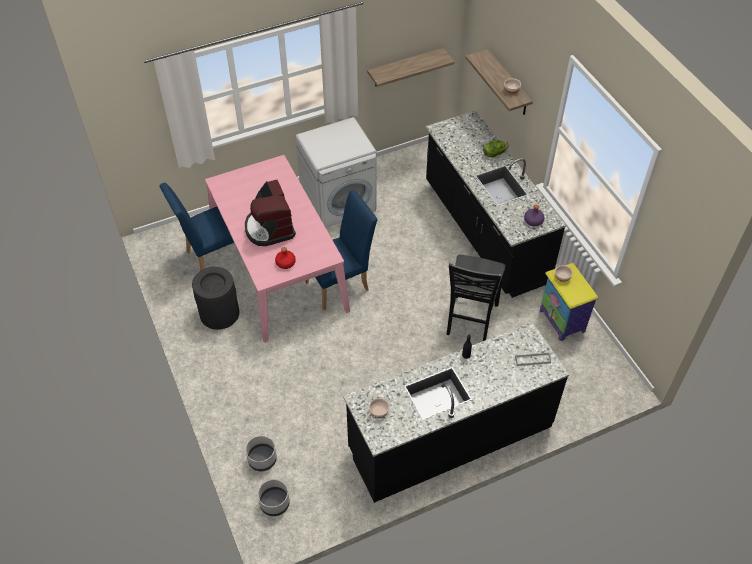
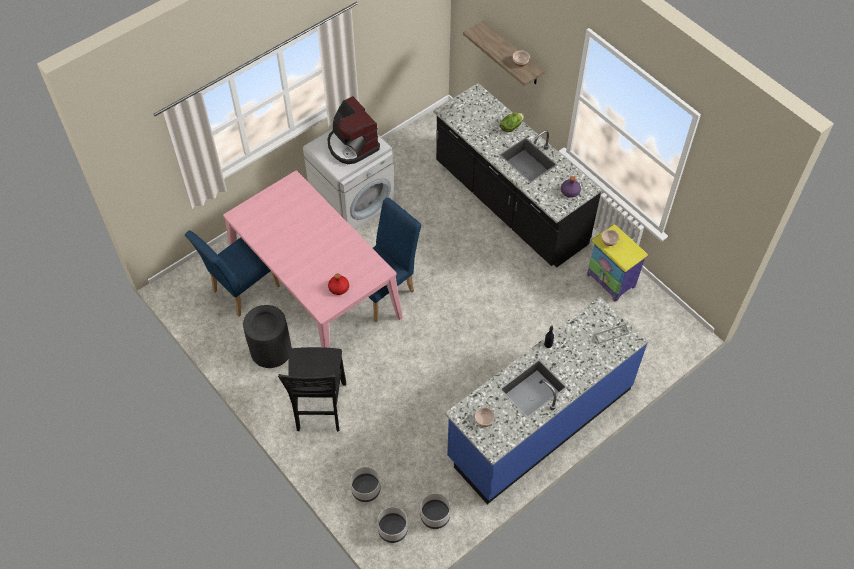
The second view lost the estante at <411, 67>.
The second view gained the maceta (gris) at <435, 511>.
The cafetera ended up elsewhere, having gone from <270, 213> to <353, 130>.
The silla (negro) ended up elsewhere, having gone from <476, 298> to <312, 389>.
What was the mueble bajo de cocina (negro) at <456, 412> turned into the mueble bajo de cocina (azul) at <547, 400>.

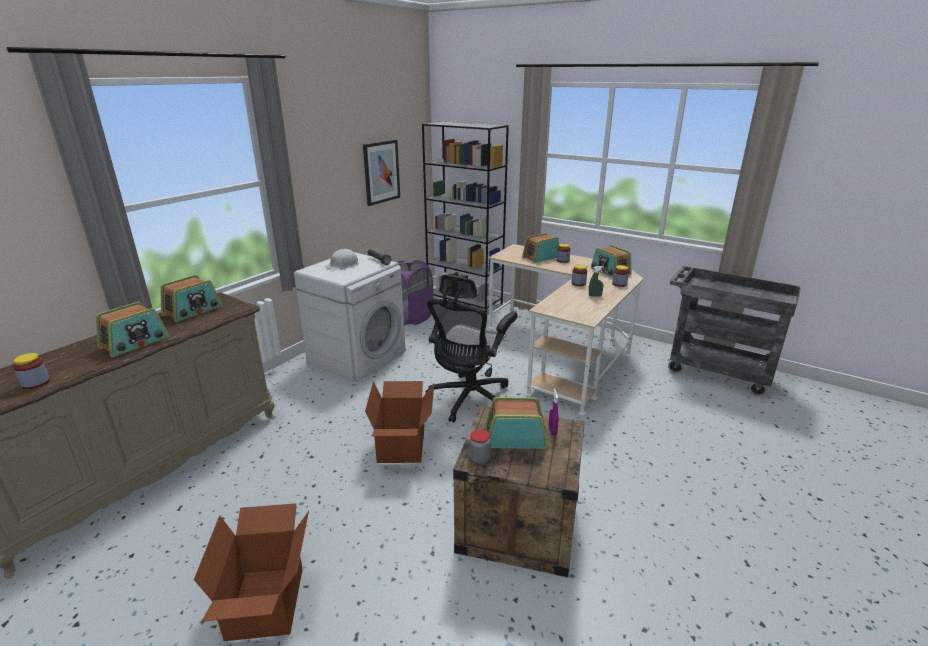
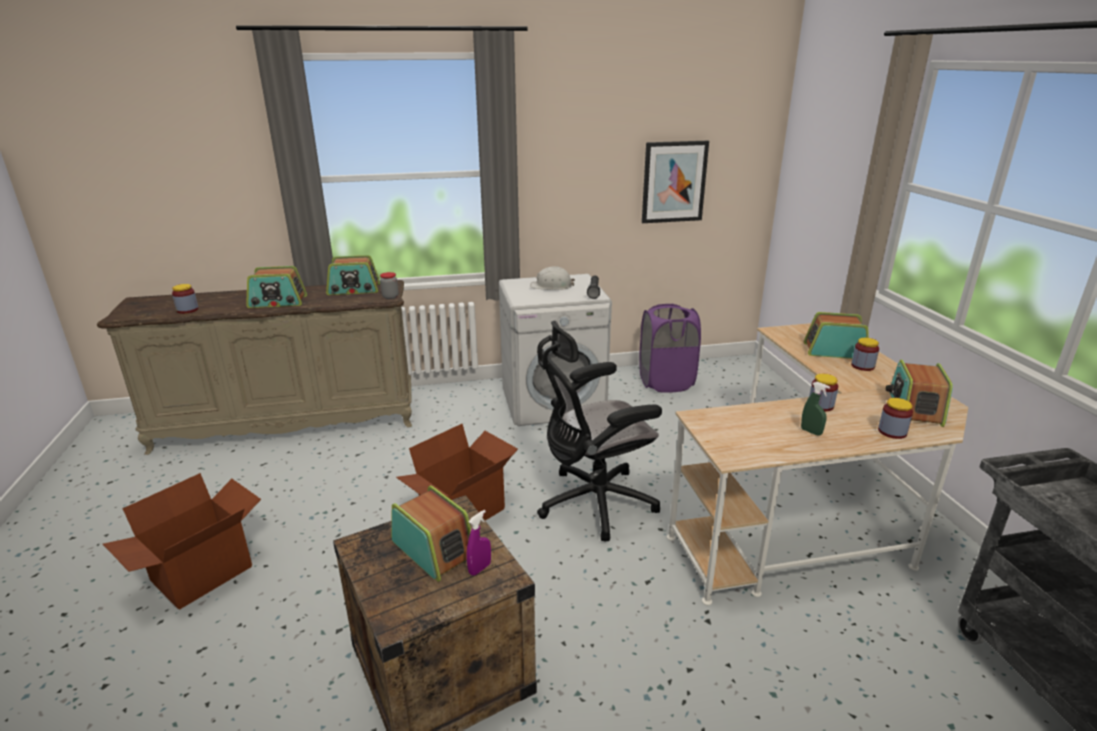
The second view lost the estantería (gris) at <465, 217>.
The tarro ended up elsewhere, having gone from <480, 447> to <389, 285>.

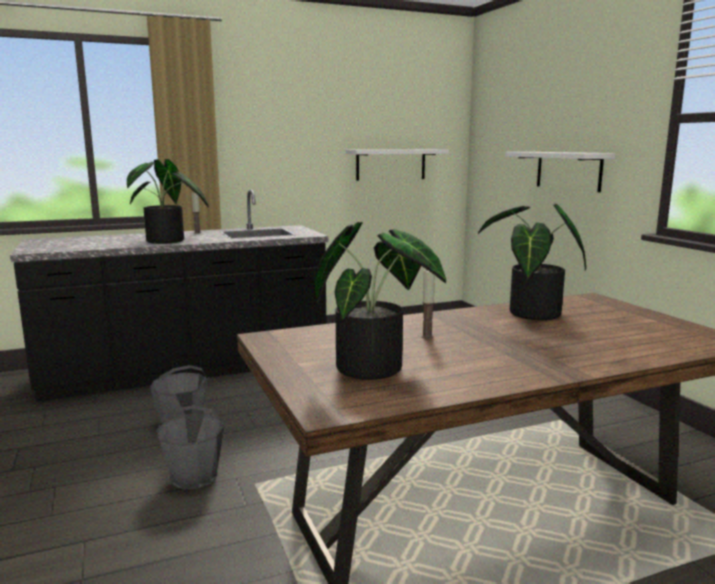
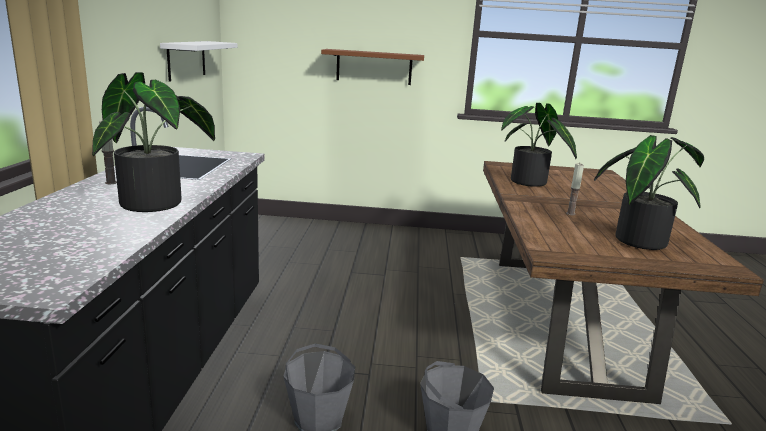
What was the estante (blanco) at <560, 172> turned into the estante (marrón) at <372, 67>.

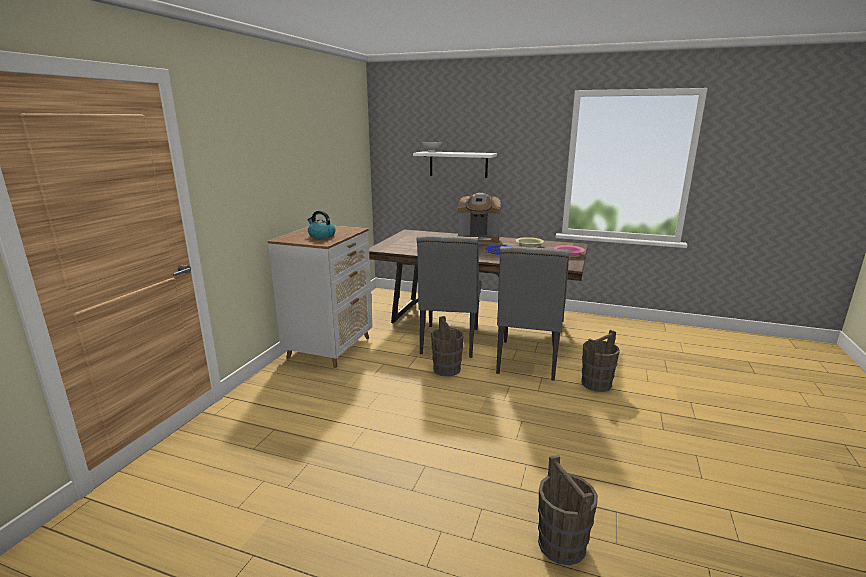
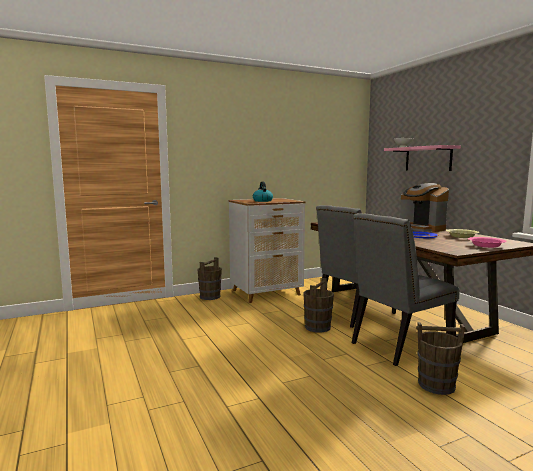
The cubo (marrón) ended up elsewhere, having gone from <568, 510> to <209, 278>.
What was the estante (blanco) at <455, 164> turned into the estante (rosa) at <422, 158>.

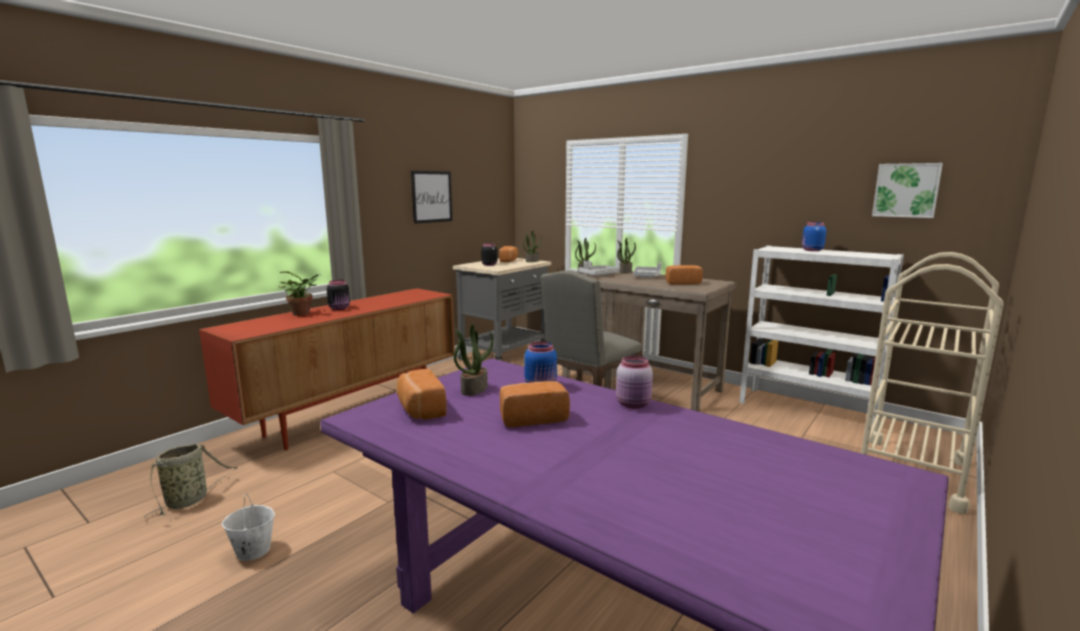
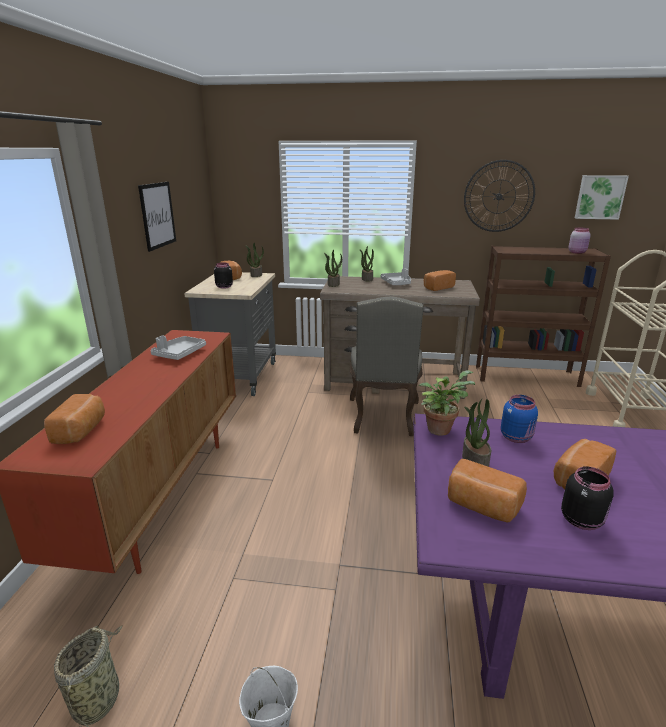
The second view lost the tarro (azul) at <814, 236>.
The second view gained the pan at <74, 419>.
The second view gained the reloj de pared at <499, 196>.
The planta en maceta ended up elsewhere, having gone from <300, 293> to <447, 403>.
The tarro (negro) ended up elsewhere, having gone from <338, 295> to <587, 498>.
The bandeja (gris) ended up elsewhere, having gone from <599, 268> to <178, 347>.
The tarro (rosa) ended up elsewhere, having gone from <634, 382> to <579, 241>.
What was the estantería (blanco) at <821, 335> turned into the estantería (marrón) at <543, 316>.

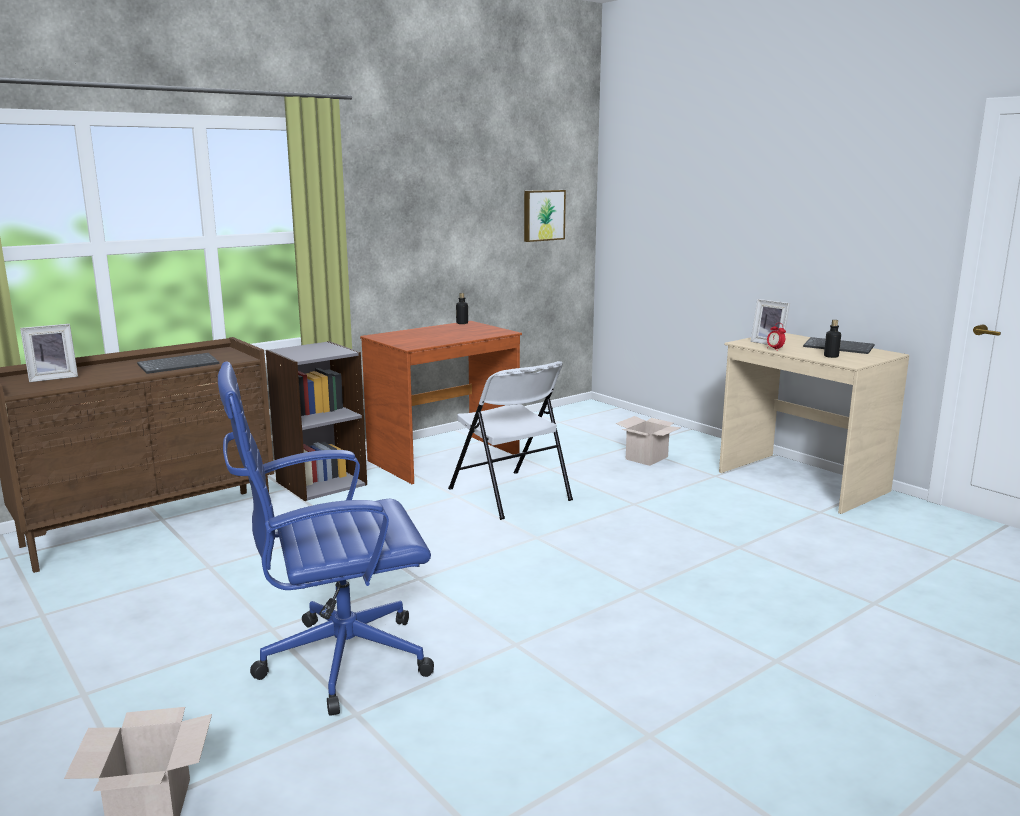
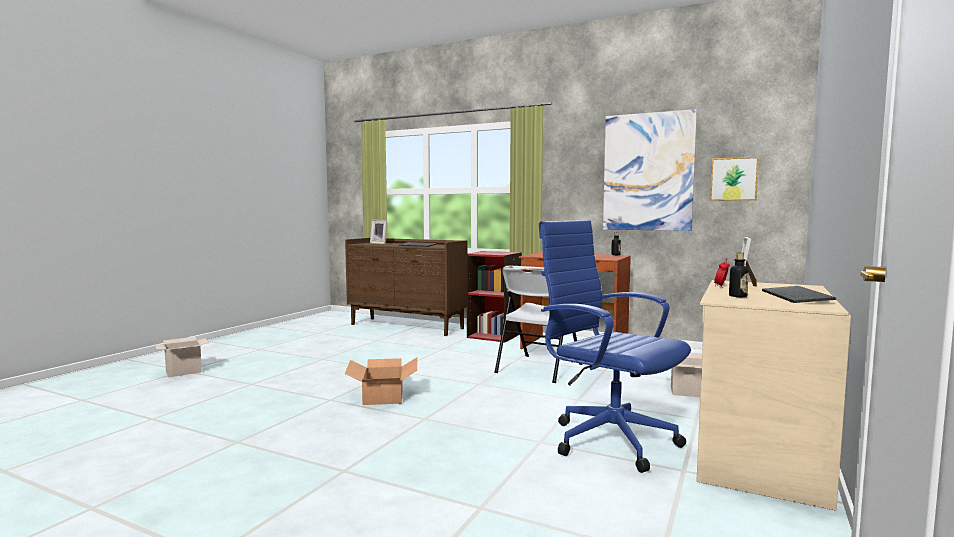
The second view gained the caja de cartón at <381, 381>.
The second view gained the cuadro at <650, 170>.
The silla de oficina (azul) ended up elsewhere, having gone from <326, 538> to <615, 346>.
What was the estantería (gris) at <316, 421> turned into the estantería (rojo) at <494, 297>.

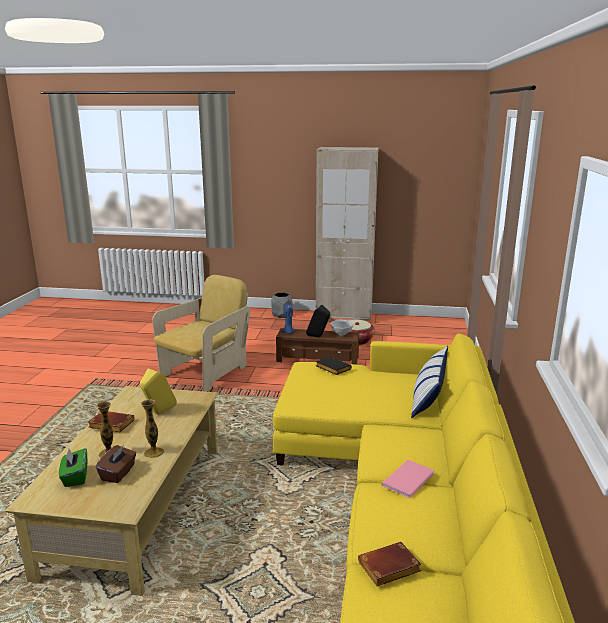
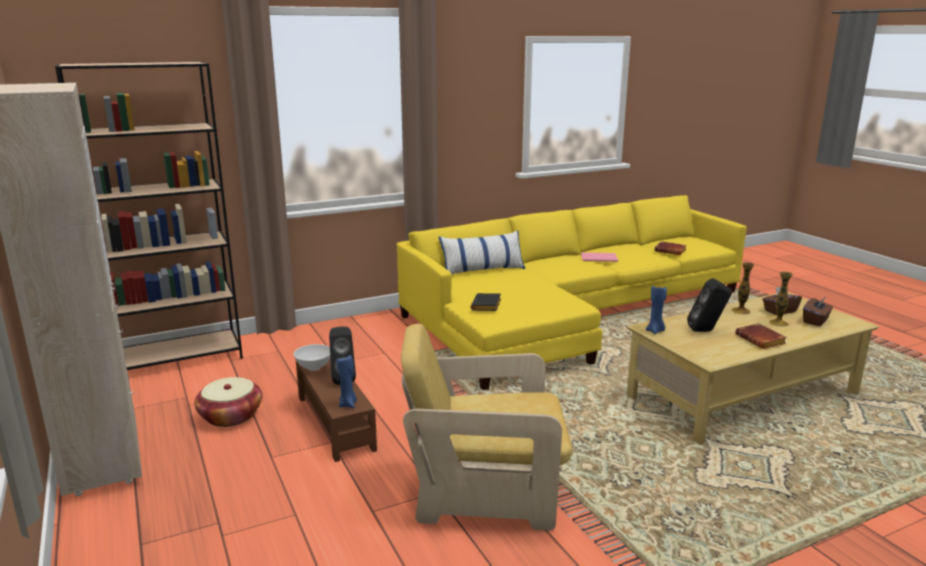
The second view lost the maceta (gris) at <282, 305>.
The second view gained the estantería (beis) at <149, 216>.
The second view gained the vela (azul) at <656, 309>.
What was the caja de pañuelos (verde) at <73, 467> turned into the caja de pañuelos (marrón) at <818, 311>.
What was the altavoz (amarillo) at <158, 391> turned into the altavoz (negro) at <709, 305>.

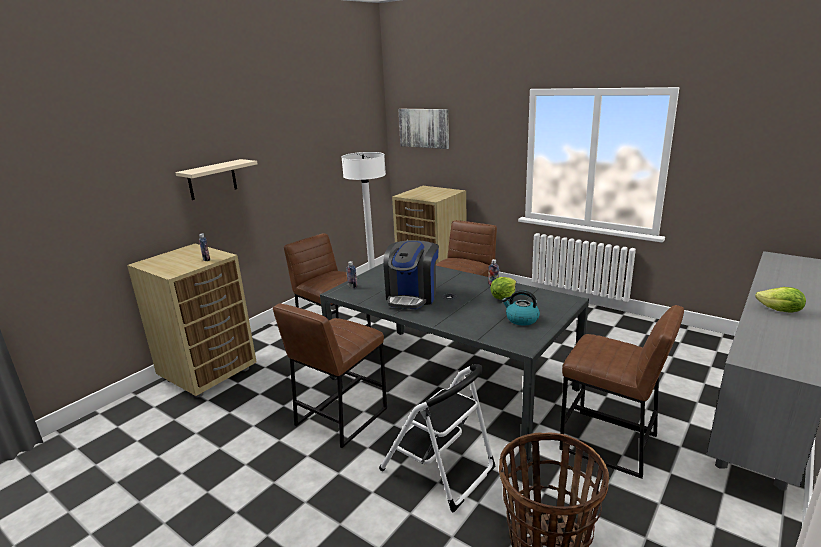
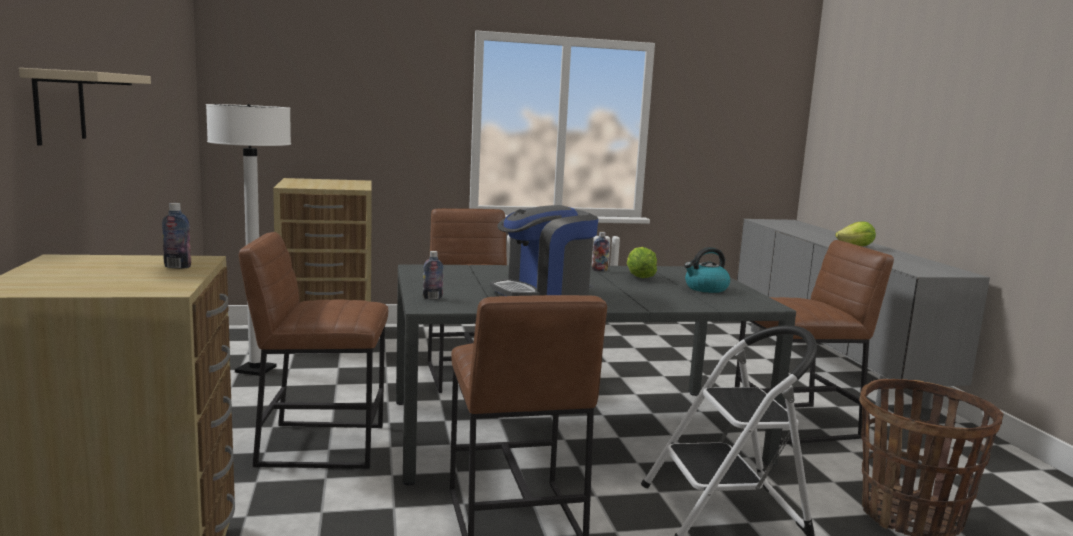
The second view lost the cuadro at <423, 129>.
The cafetera at <411, 274> ended up facing another way, 90 degrees clockwise from before.

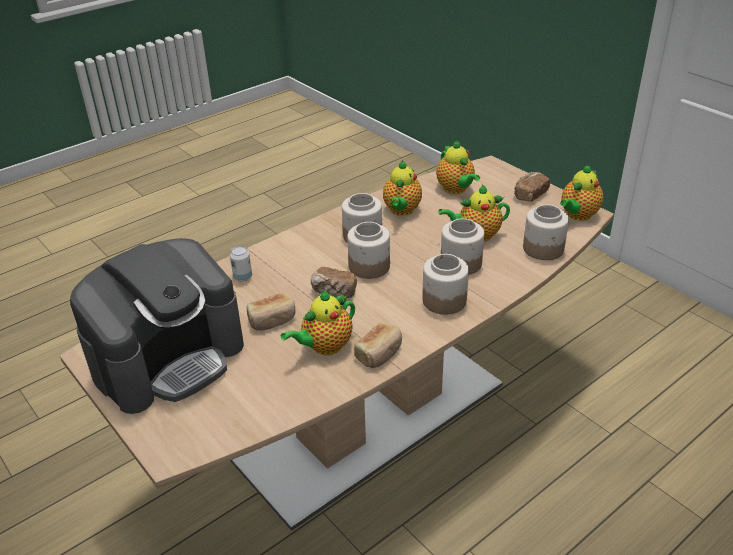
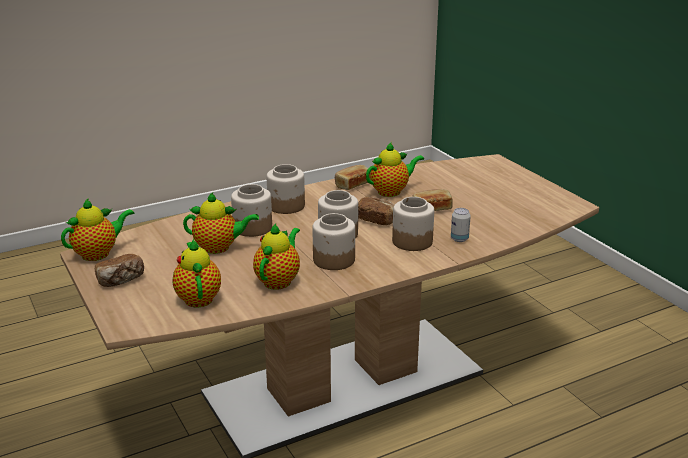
The second view lost the cafetera at <157, 326>.
The tarro ended up elsewhere, having gone from <546, 232> to <413, 224>.

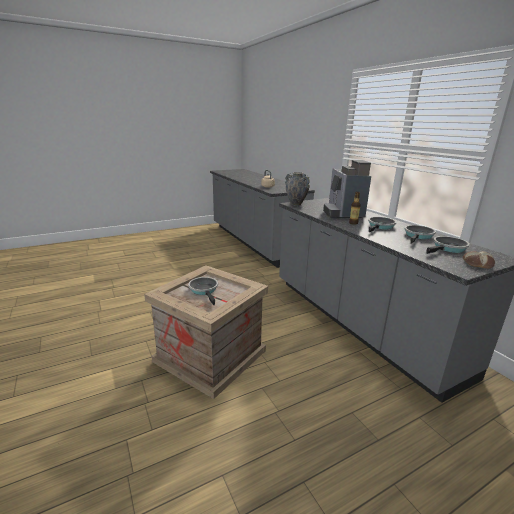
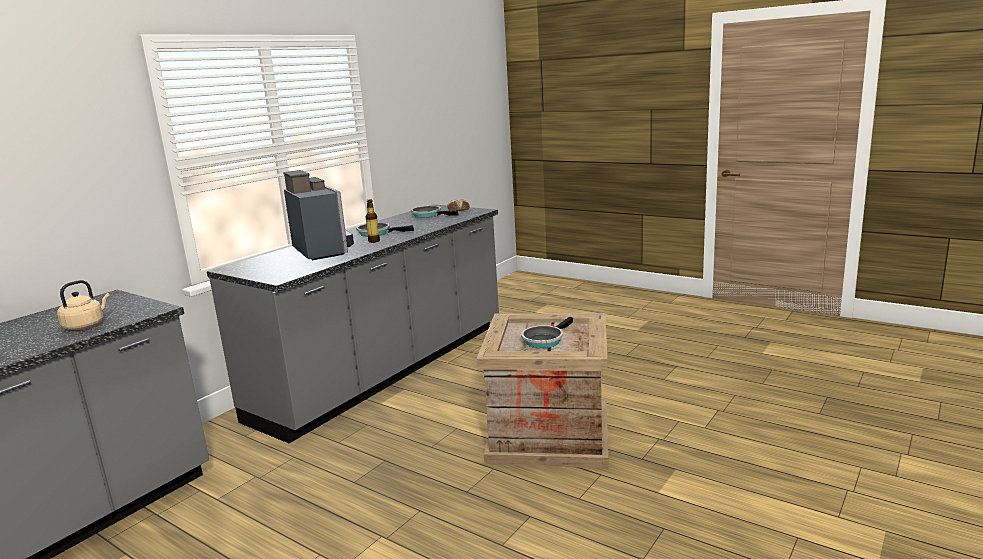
The second view lost the florero at <297, 189>.
The second view lost the sartén at <420, 234>.
The cafetera at <347, 189> ended up facing another way, 90 degrees counterclockwise from before.

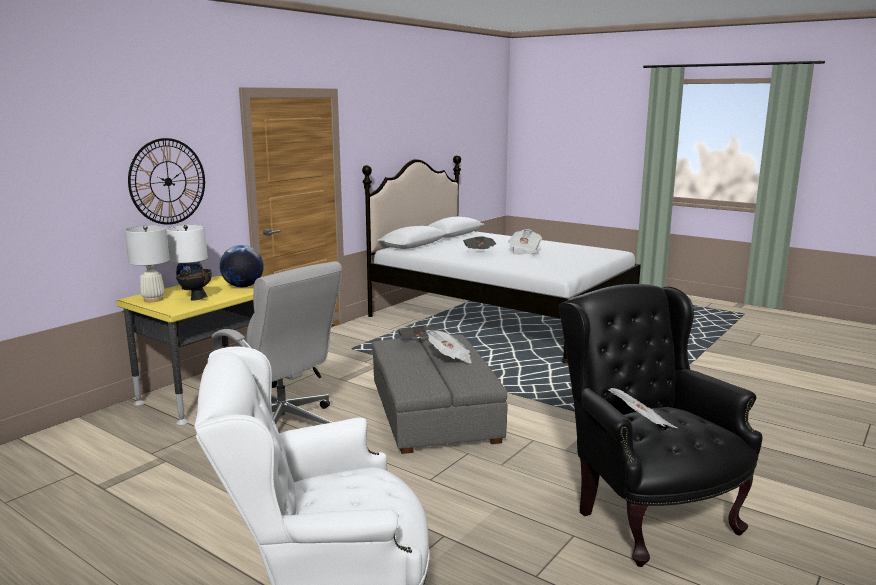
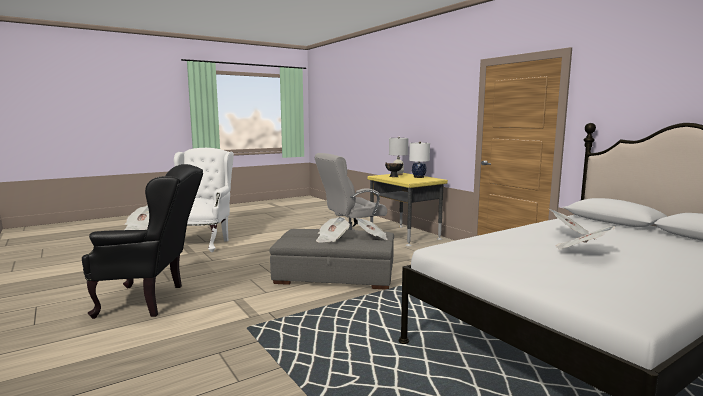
The second view lost the reloj de pared at <166, 181>.
The second view lost the globo terráqueo at <242, 266>.

